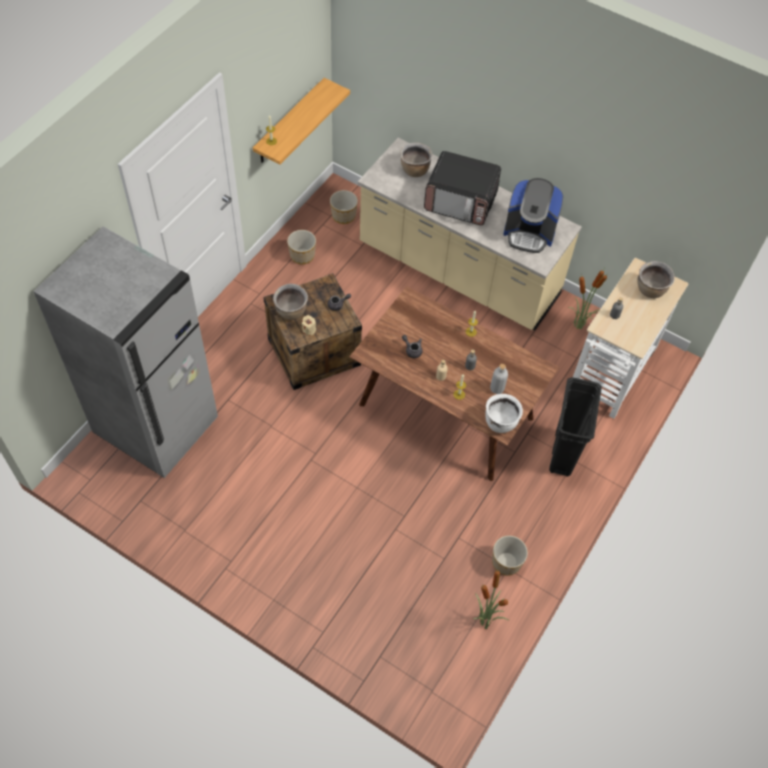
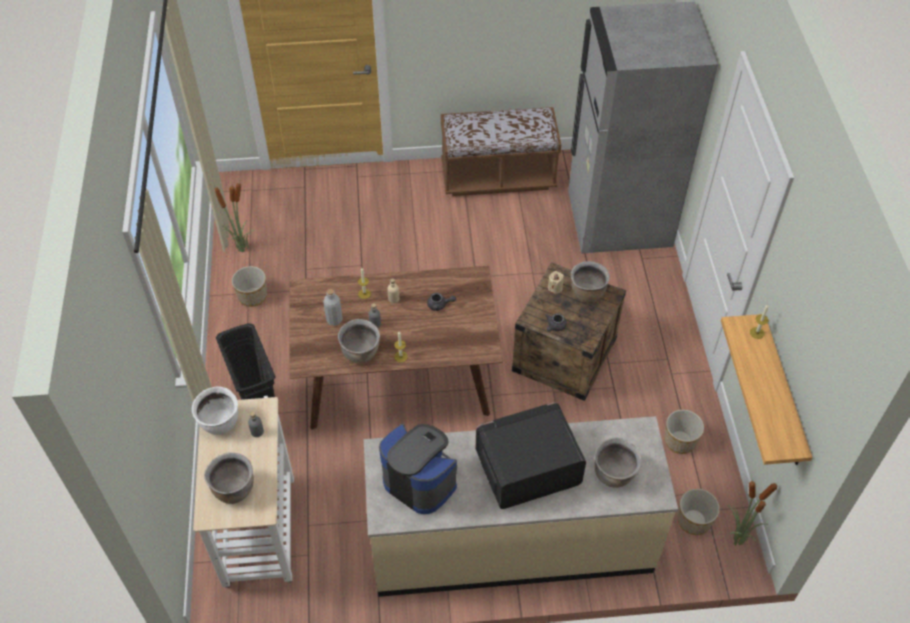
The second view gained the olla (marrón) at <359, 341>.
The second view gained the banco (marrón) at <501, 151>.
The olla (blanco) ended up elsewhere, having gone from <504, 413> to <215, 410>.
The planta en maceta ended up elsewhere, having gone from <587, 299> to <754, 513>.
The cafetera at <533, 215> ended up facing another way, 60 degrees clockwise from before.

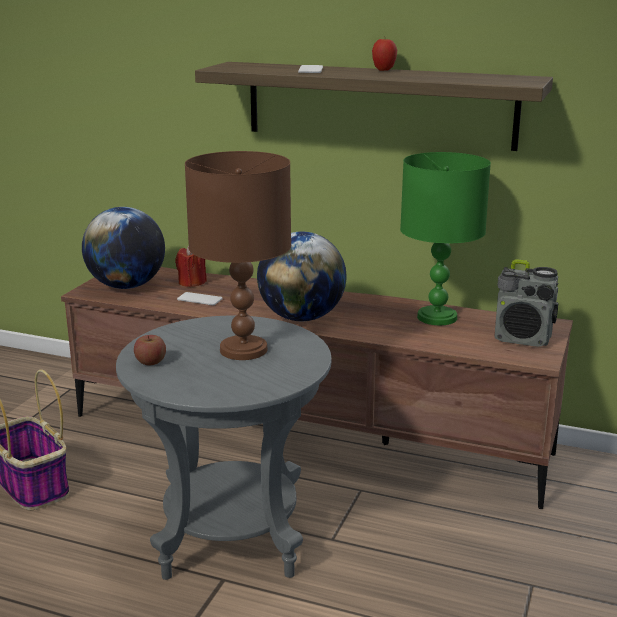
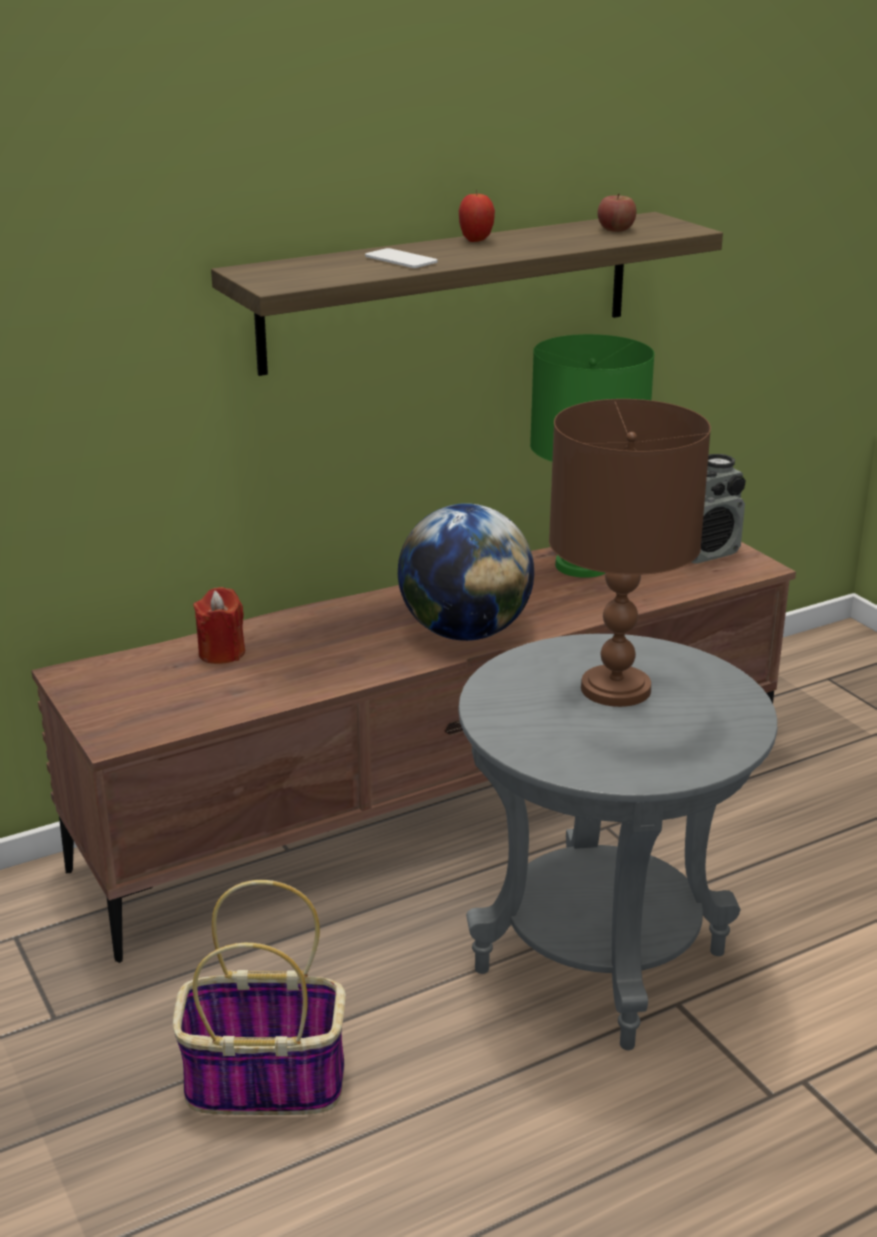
The second view lost the globo terráqueo at <123, 248>.
The second view lost the móvil at <200, 298>.
The manzana ended up elsewhere, having gone from <150, 350> to <617, 213>.

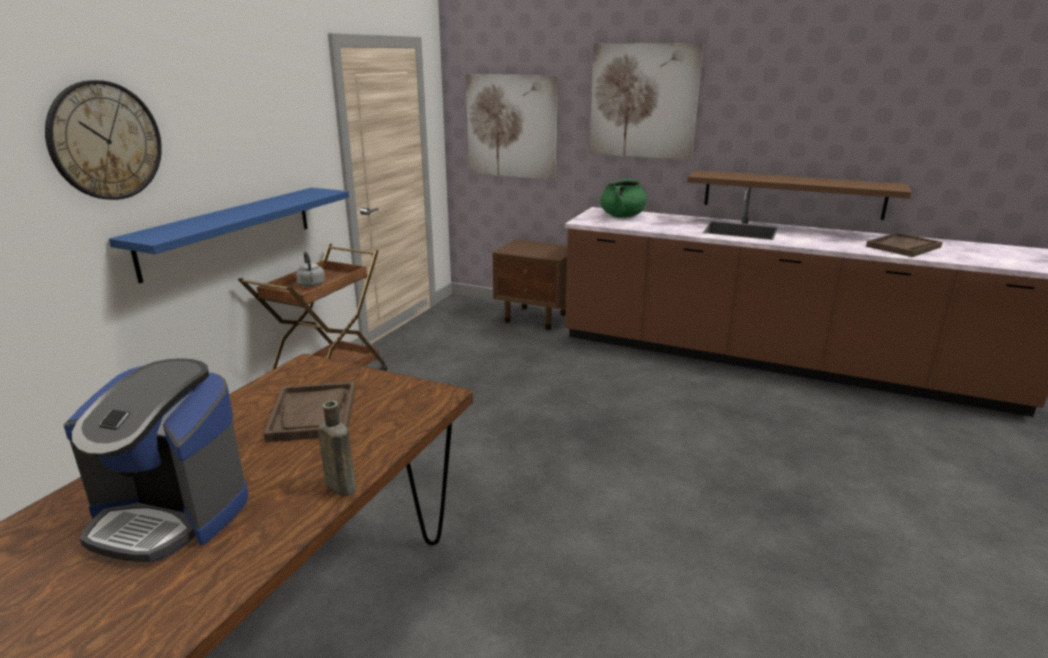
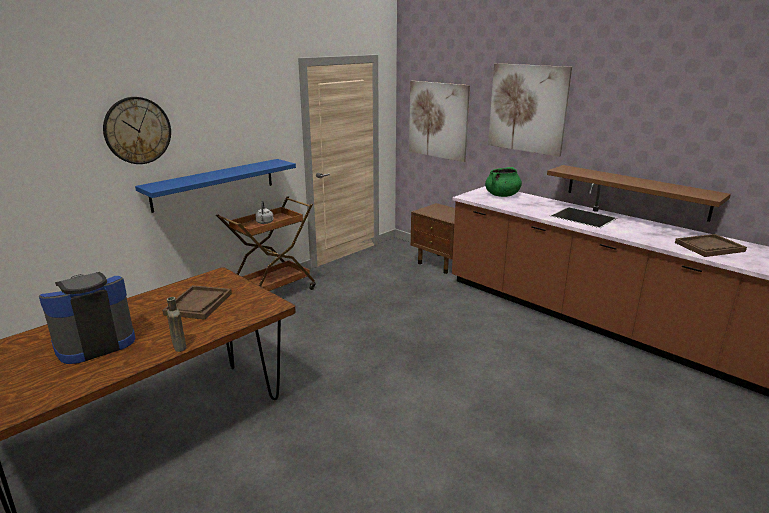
The cafetera at <156, 460> ended up facing another way, 105 degrees clockwise from before.

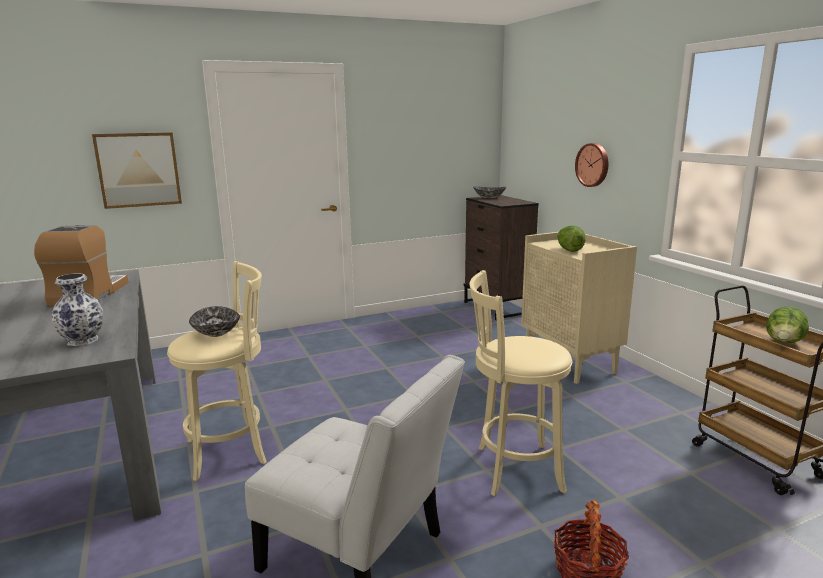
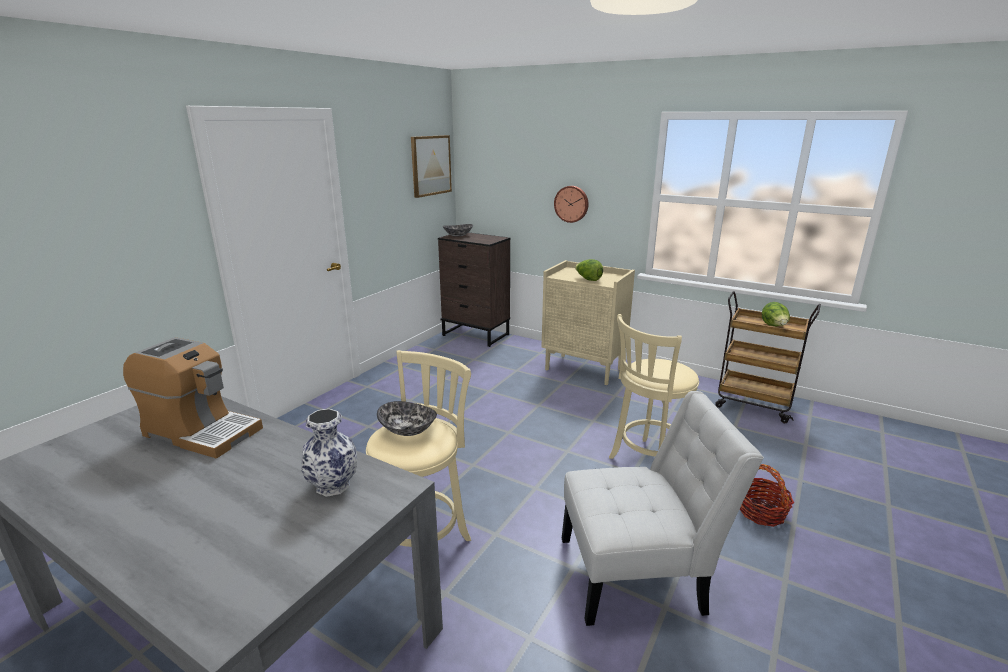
The cuadro ended up elsewhere, having gone from <137, 170> to <431, 166>.
The cafetera at <81, 266> ended up facing another way, 150 degrees clockwise from before.

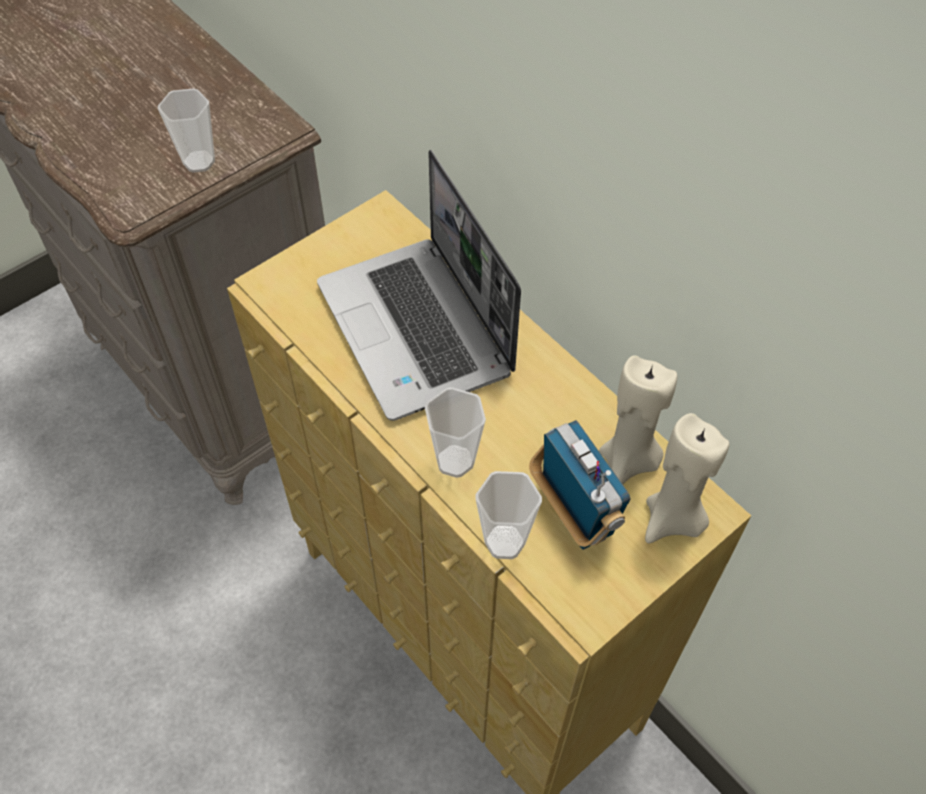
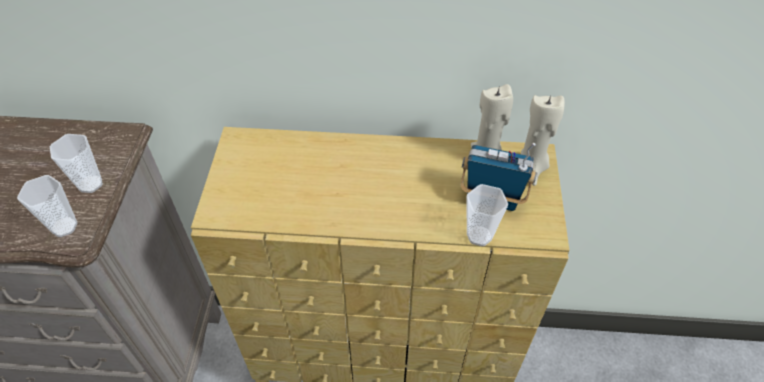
The second view lost the portátil at <419, 285>.
The taza ended up elsewhere, having gone from <455, 432> to <47, 206>.

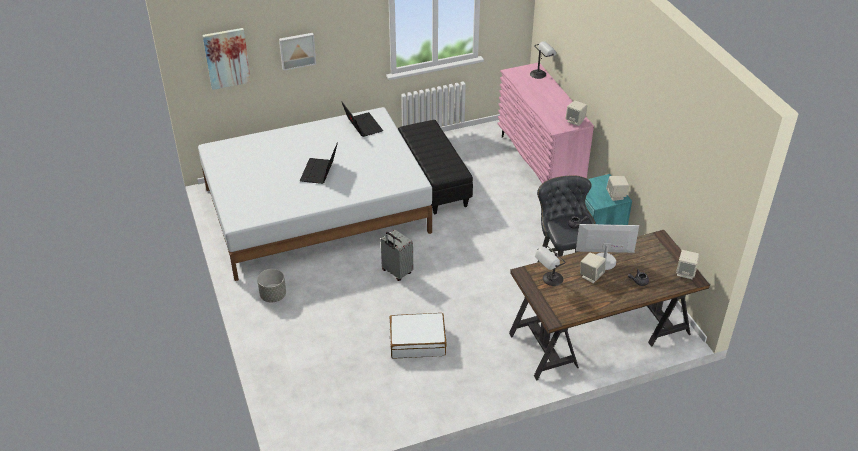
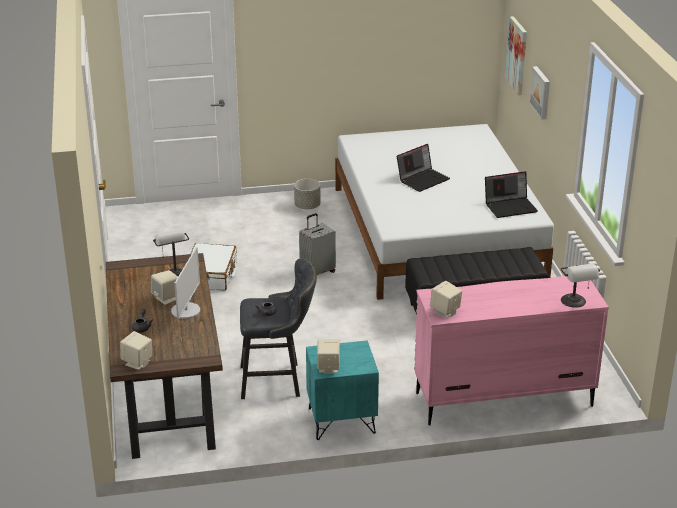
The portátil at <319, 163> ended up facing another way, 120 degrees clockwise from before.

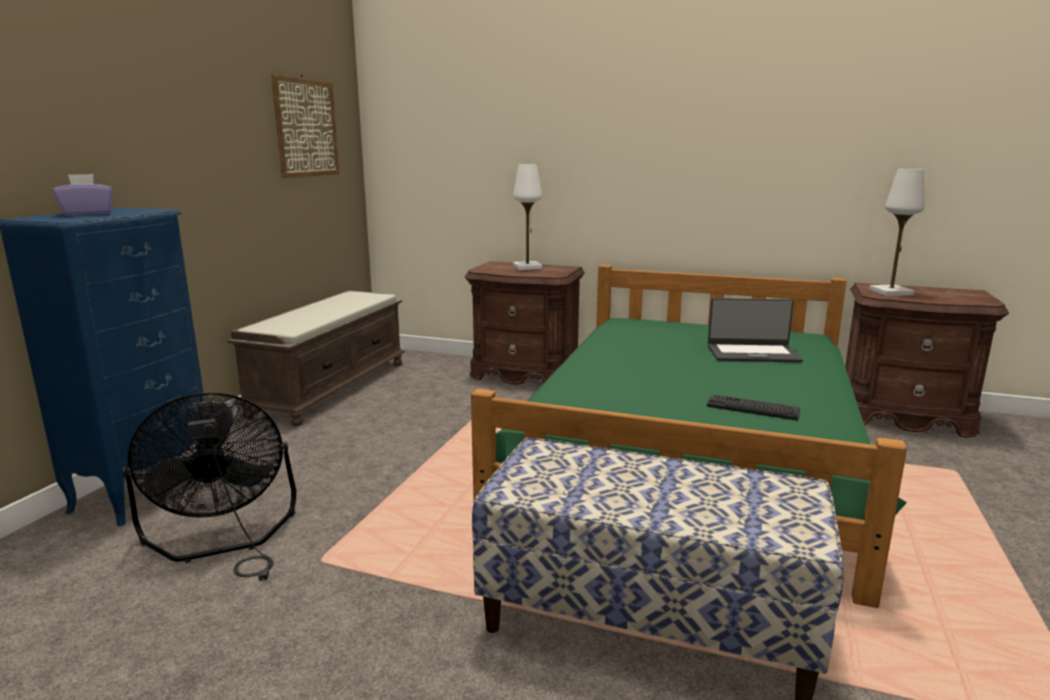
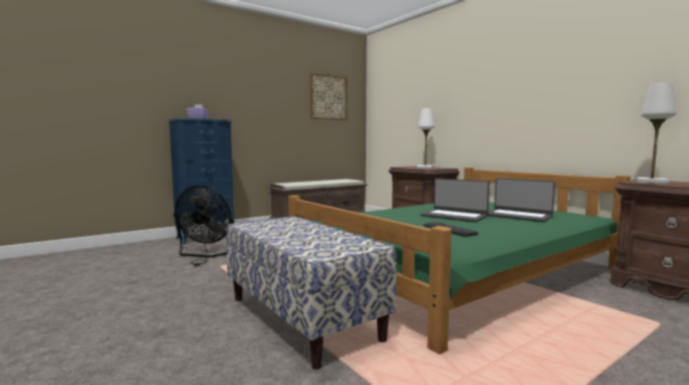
The second view gained the portátil at <455, 200>.

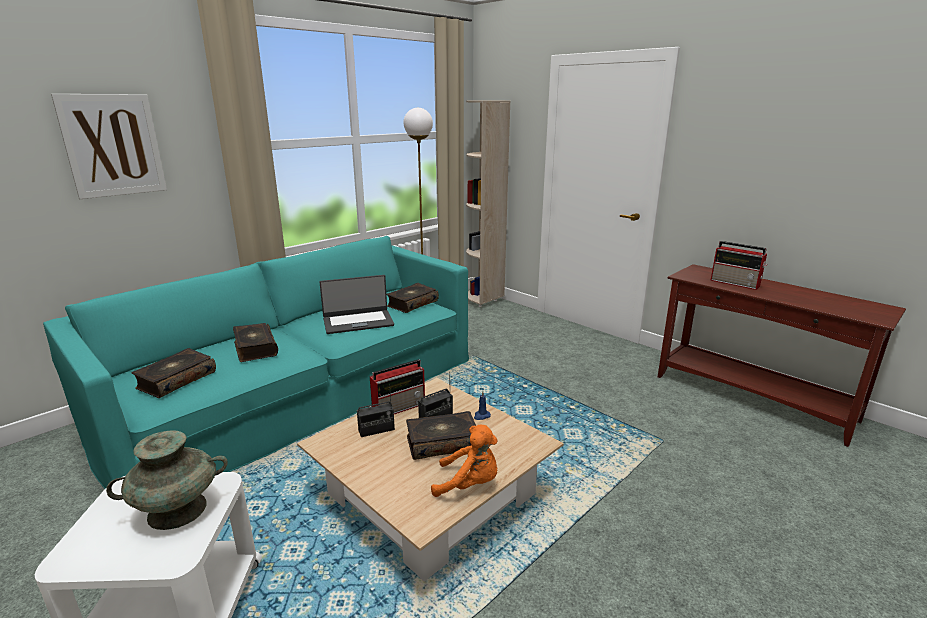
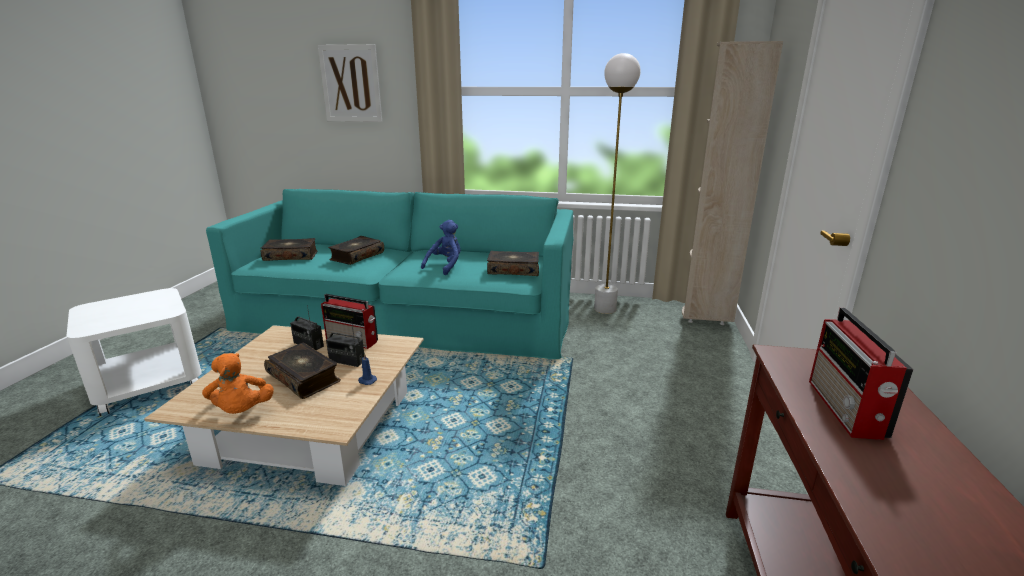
The second view lost the florero (turquesa) at <167, 480>.
Where the portátil stood at <356, 304>, the peluche (azul) came to stand at <441, 247>.

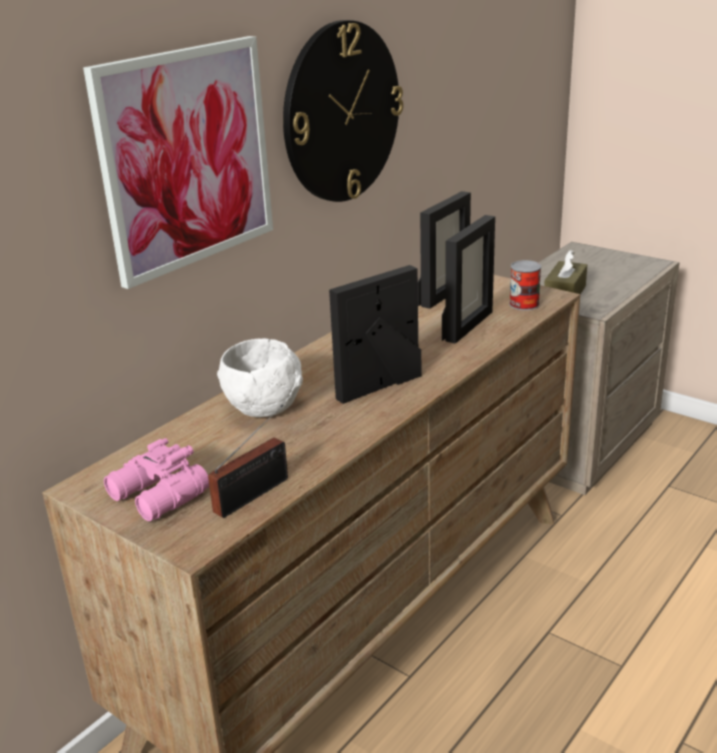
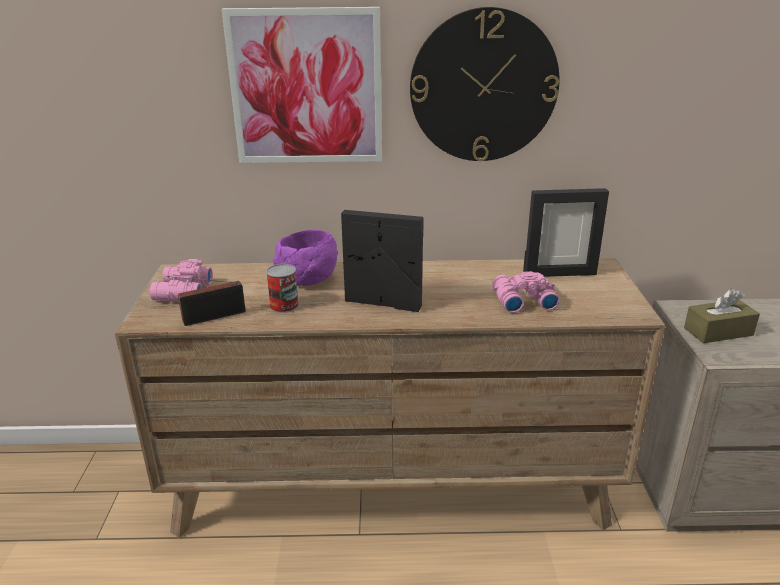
The lata ended up elsewhere, having gone from <525, 285> to <282, 288>.
Where the portarretratos stood at <468, 279>, the prismáticos (rosa) came to stand at <525, 292>.
What was the cuenco (blanco) at <260, 377> turned into the cuenco (morado) at <305, 258>.
The radio at <248, 461> ended up facing another way, 150 degrees clockwise from before.

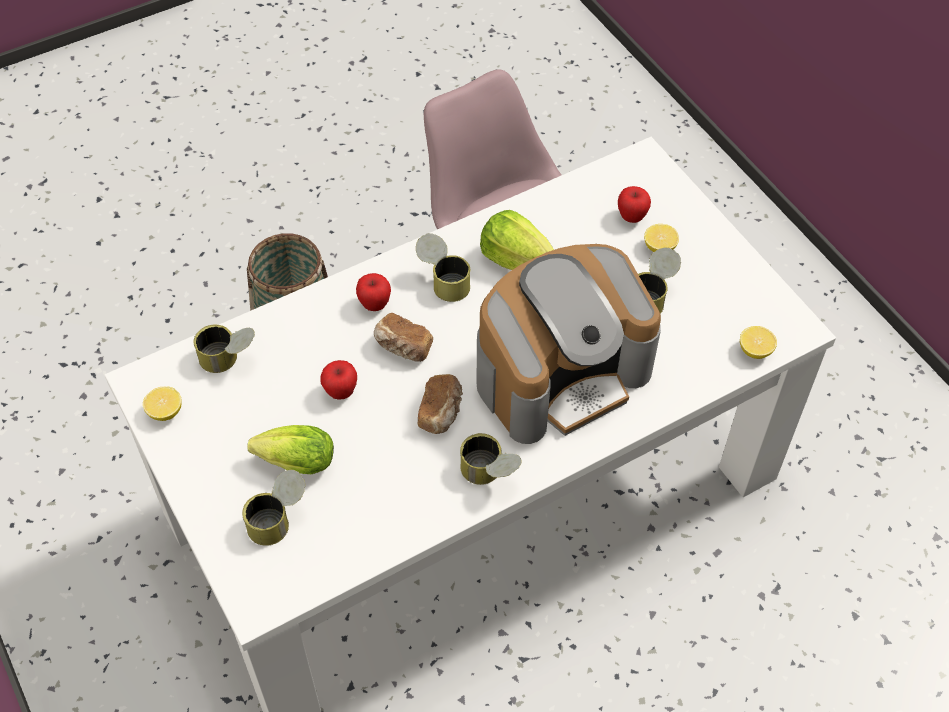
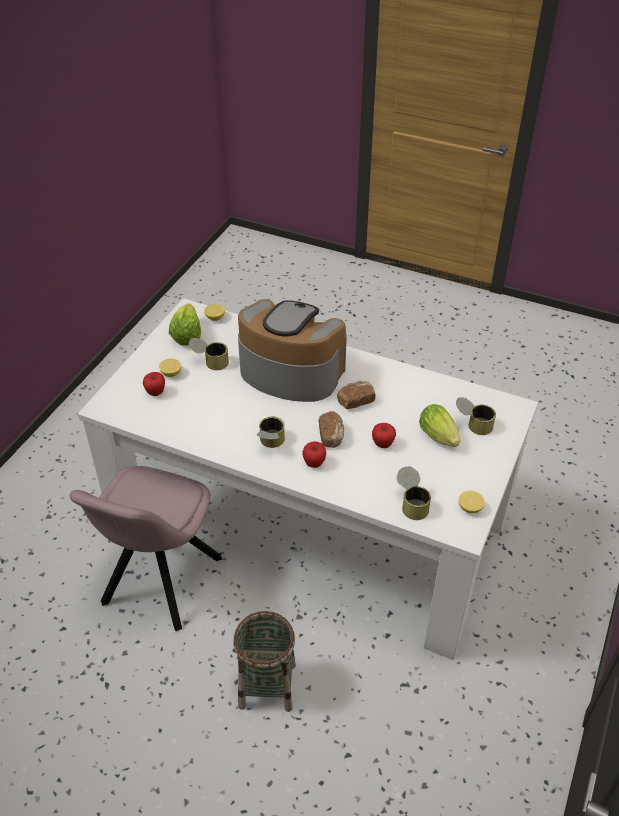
The second view lost the lata at <490, 459>.
The lechuga ended up elsewhere, having gone from <517, 240> to <185, 325>.

